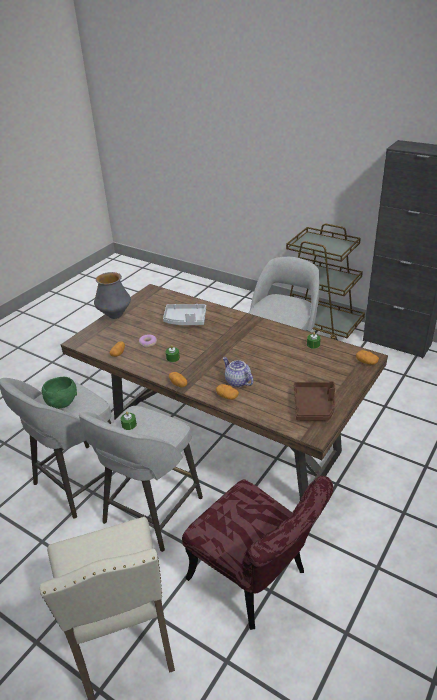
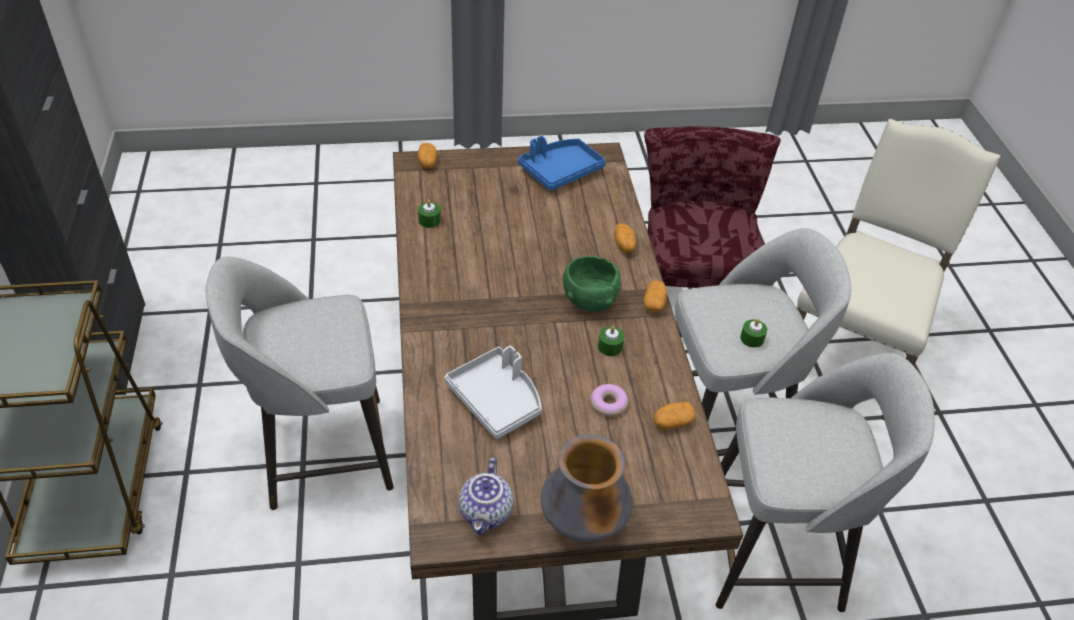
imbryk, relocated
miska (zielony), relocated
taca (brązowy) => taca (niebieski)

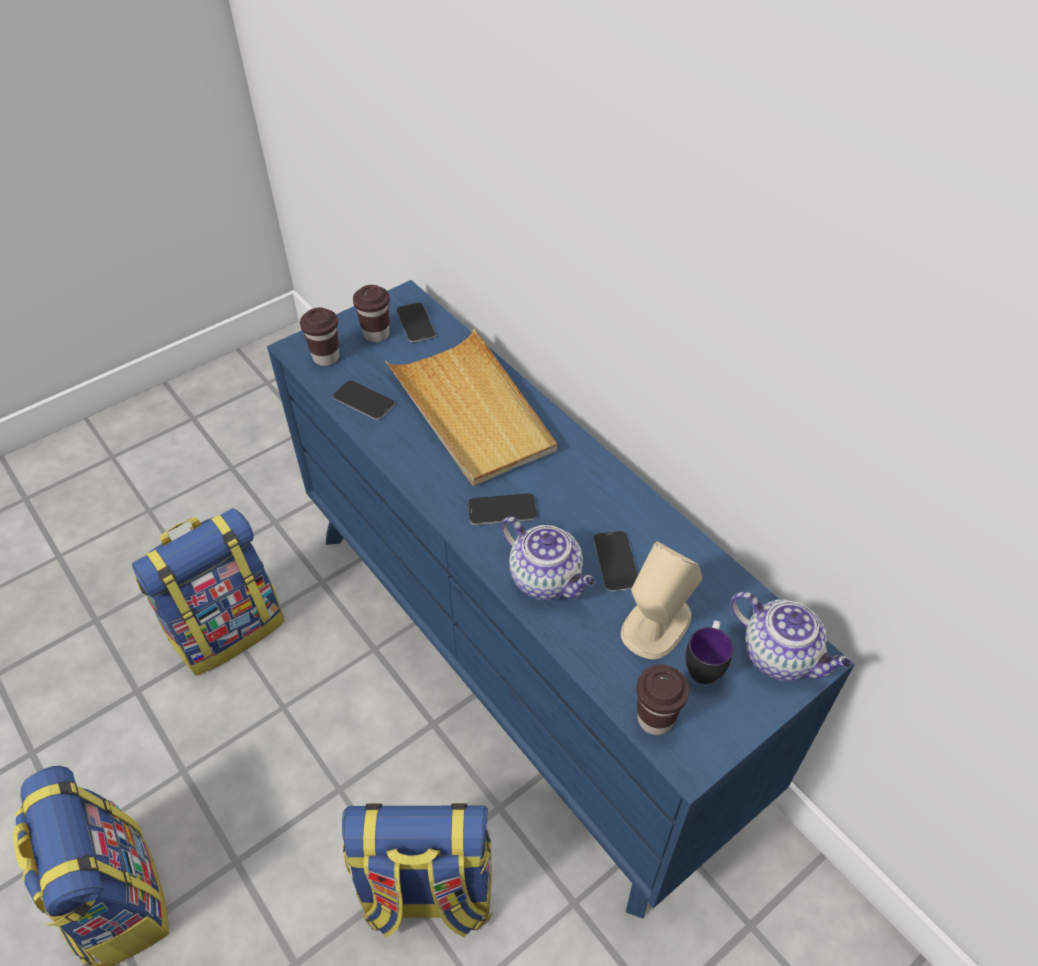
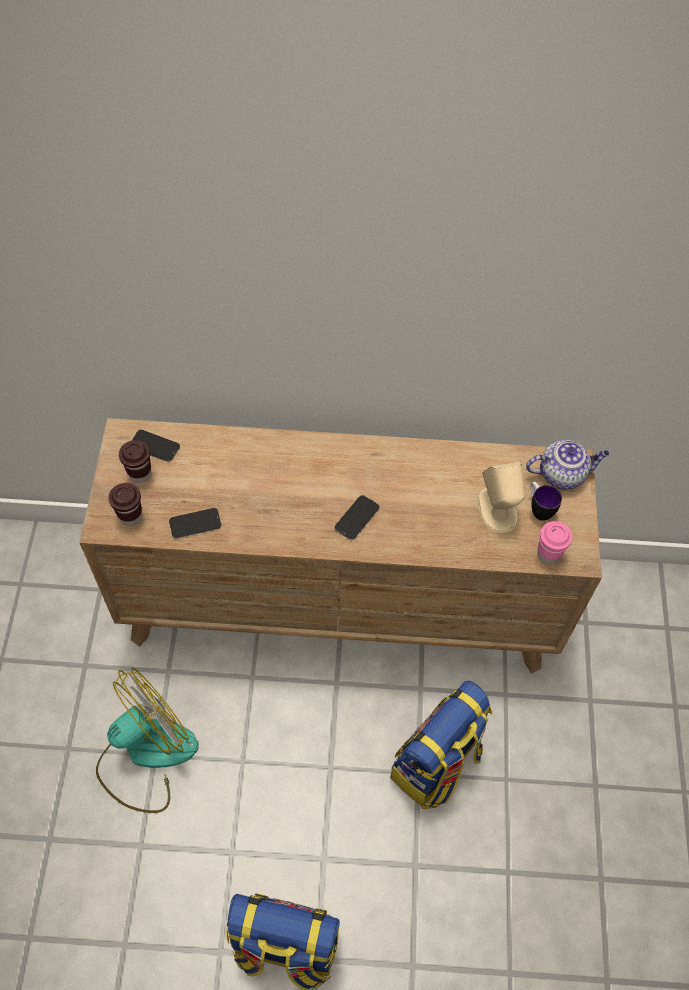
komoda (niebieski) => komoda (brązowy)
taca (beżowy) => nothing
plecak (no. 2 from left) => wentylator
imbryk (no. 1 from left) => nothing
telefon (no. 4 from left) => nothing
filiżanka (brązowy) (no. 3 from left) => filiżanka (różowy)

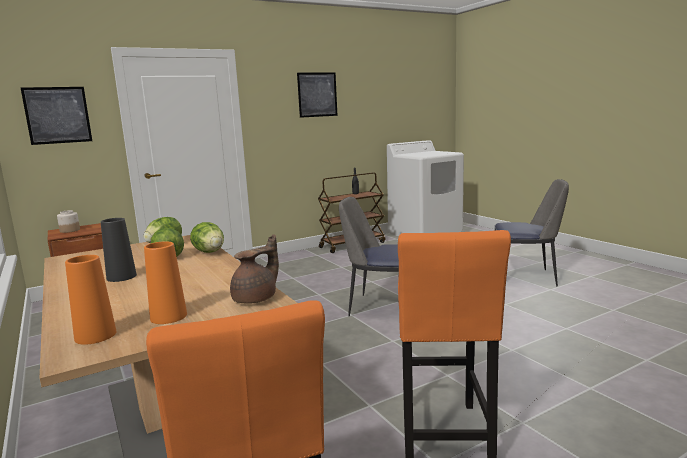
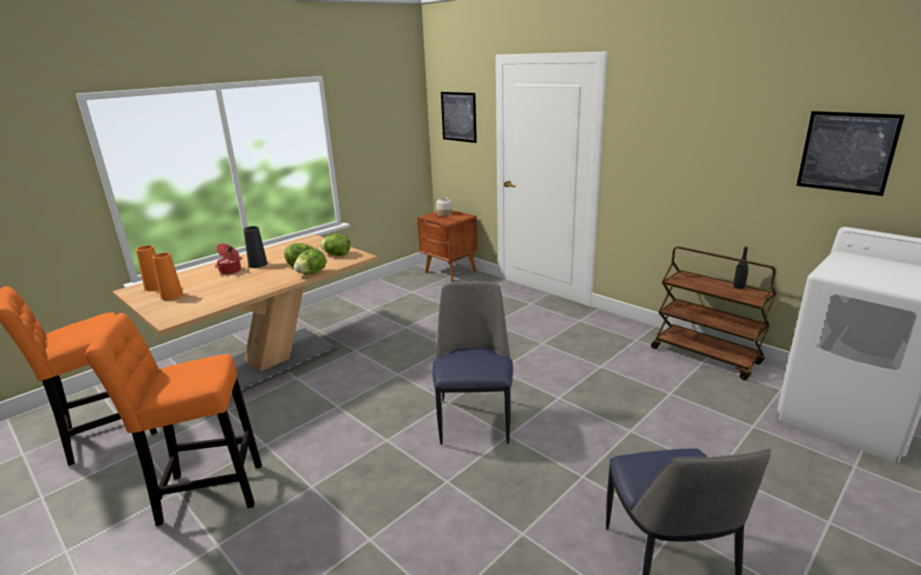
obraz (no. 2 from left), relocated
imbryk (brązowy) => nothing
nothing => garnek

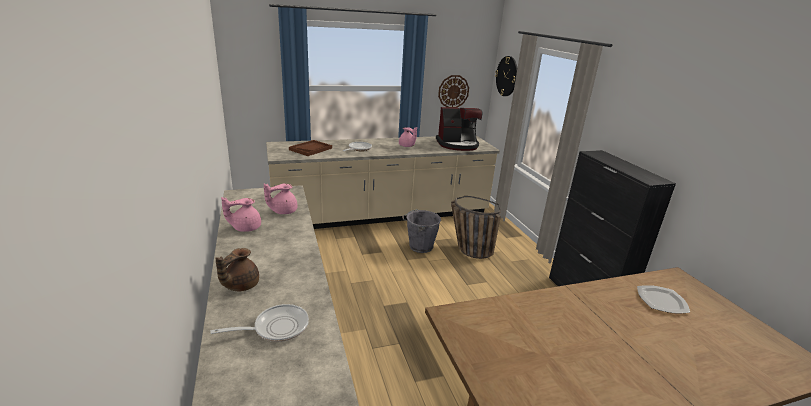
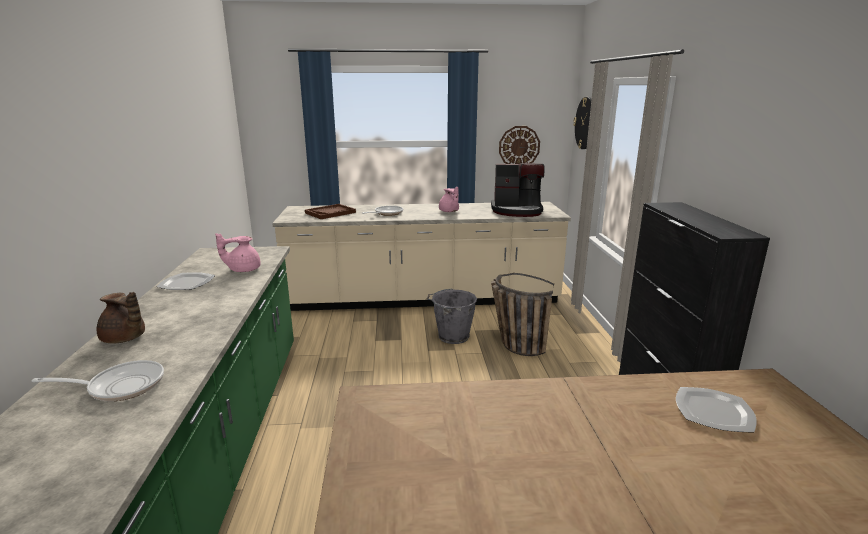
imbryk (różowy) (no. 1 from left) => talerz (no. 1 from left)
imbryk (brązowy), 105 degrees counterclockwise

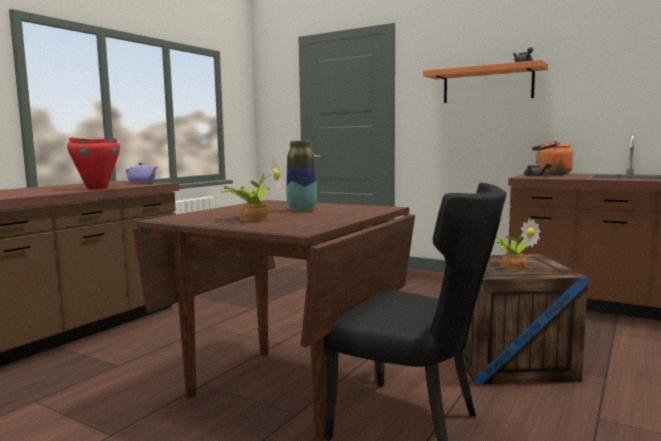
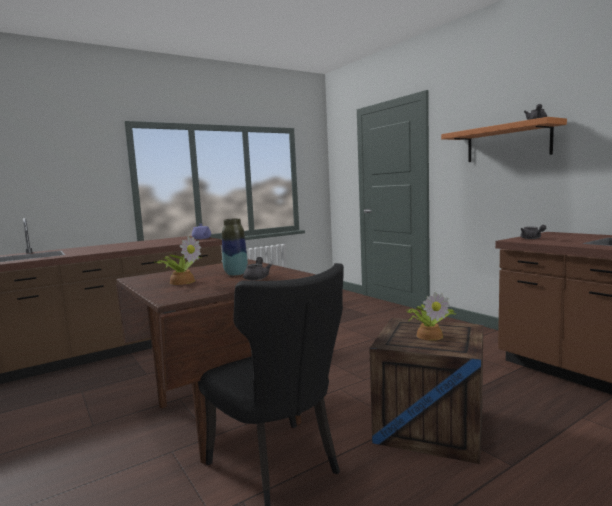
garnek (czerwony) => nothing
czajnik (pomarańczowy) => nothing
nothing => imbryk (szary) (no. 1 from left)

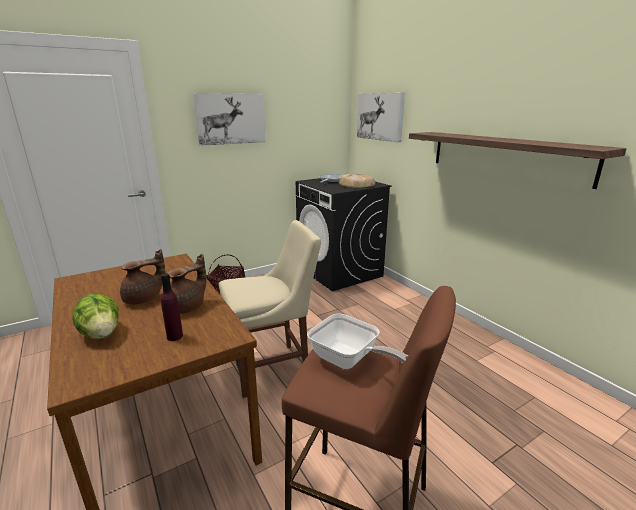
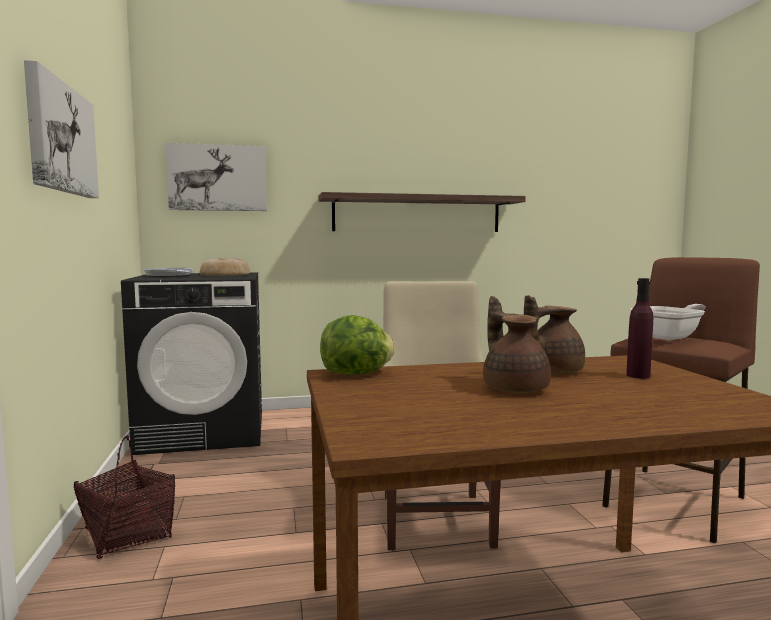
imbryk (brązowy) (no. 2 from left), 90 degrees counterclockwise
sałata, relocated

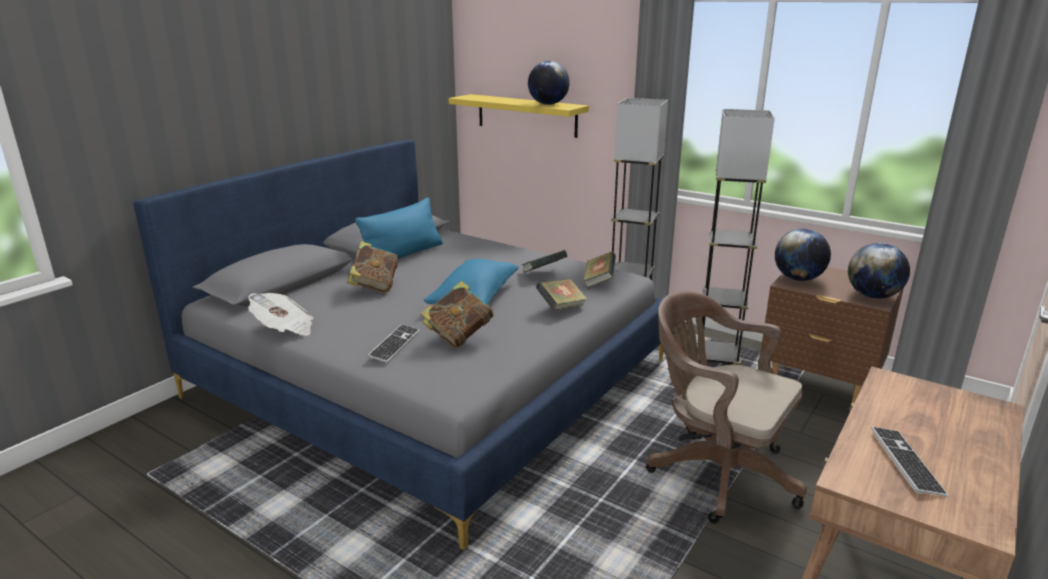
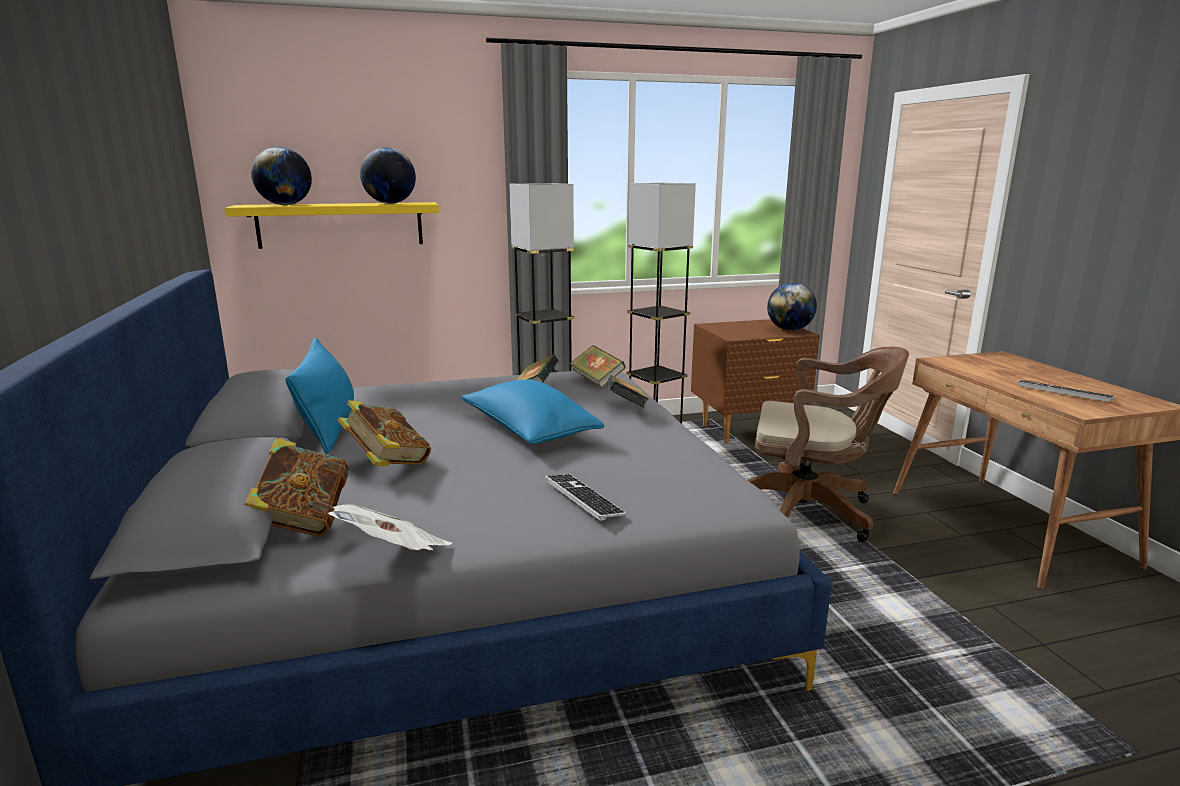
globus (no. 2 from left in the first image) => globus (no. 1 from left), relocated
książka (no. 2 from left in the first image) => książka (no. 1 from left), relocated
krzesło biurowe (brązowy), 150 degrees counterclockwise

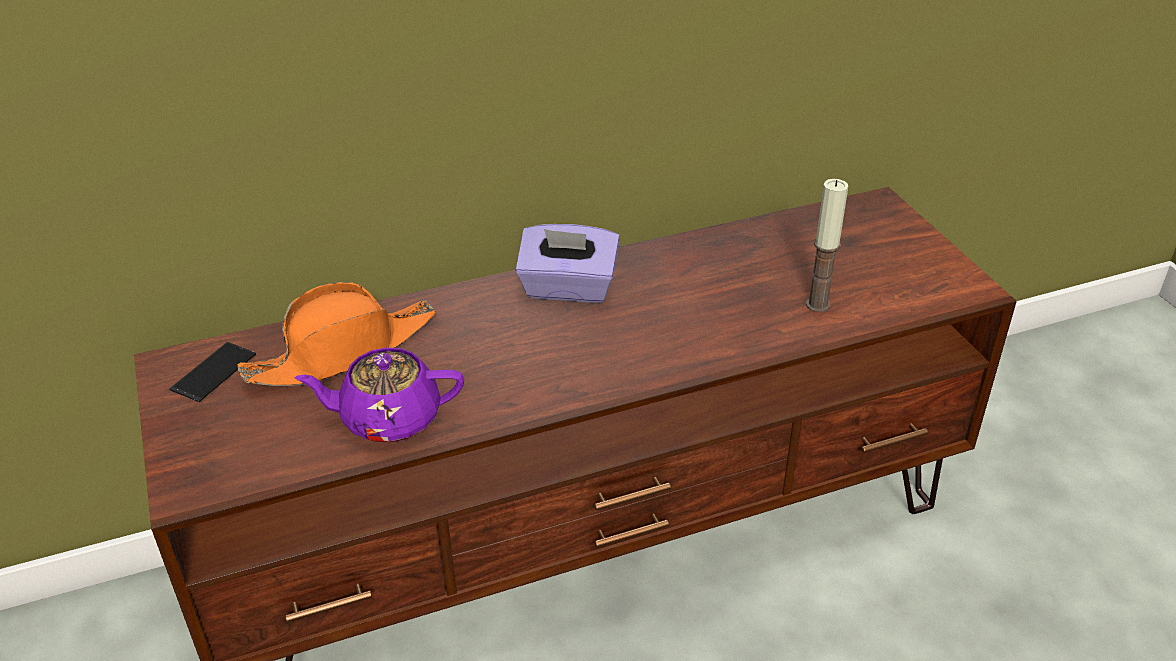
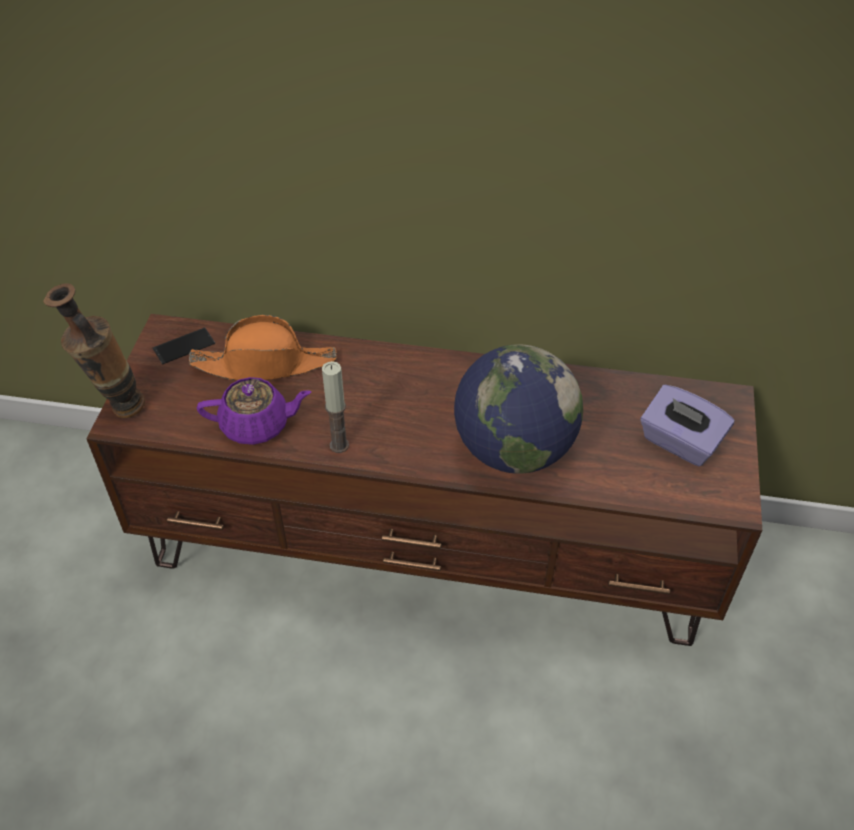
świeca, relocated
pudełko chusteczek (fioletowy), relocated
imbryk (fioletowy), 150 degrees clockwise
nothing => wazon
nothing => globus

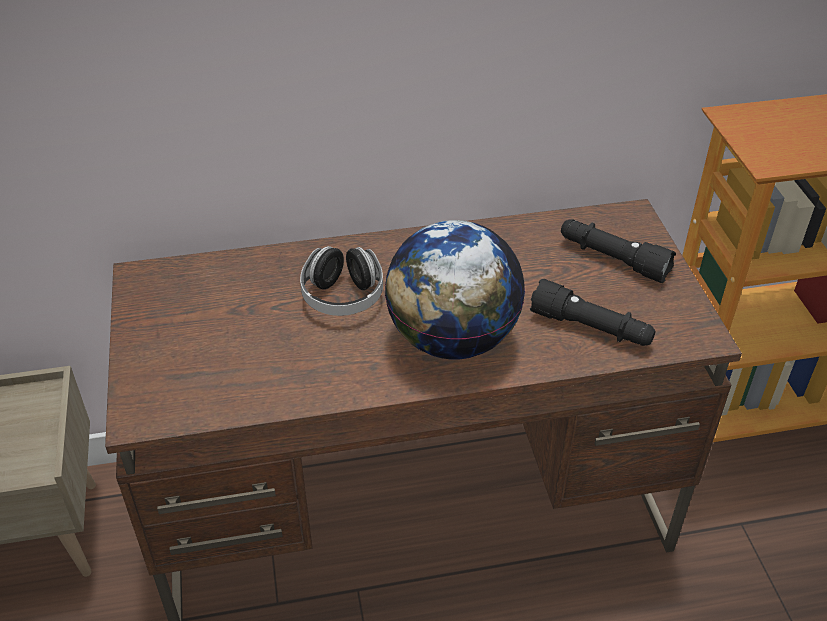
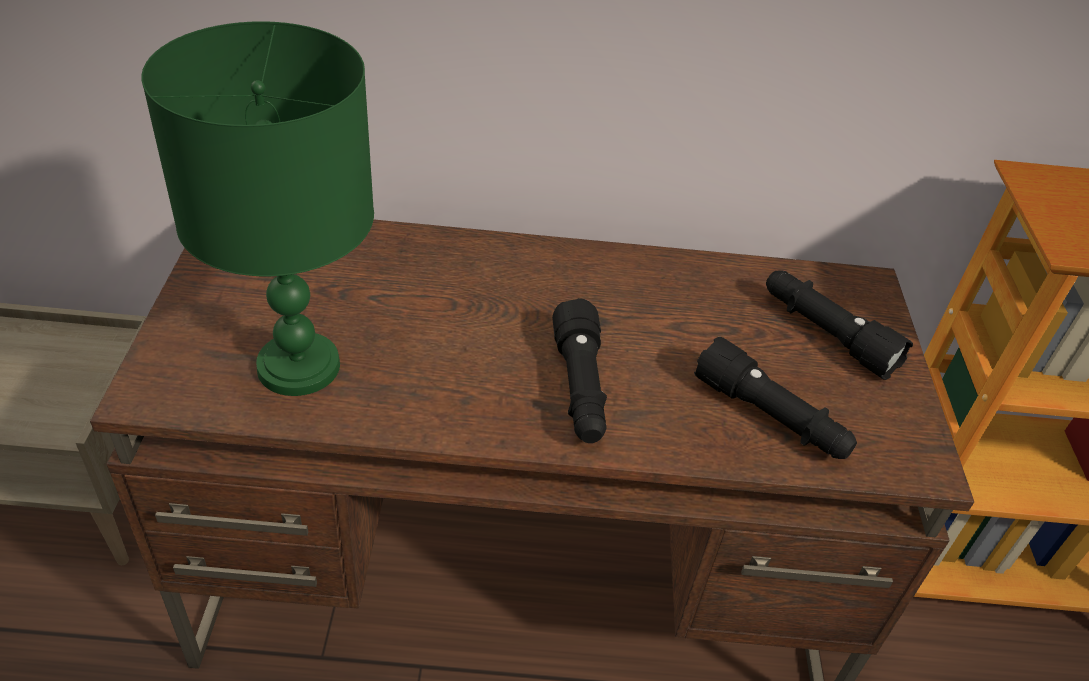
globus => latarka (czarny) (no. 1 from left)
słuchawki => nothing
nothing => lampa stołowa (zielony)

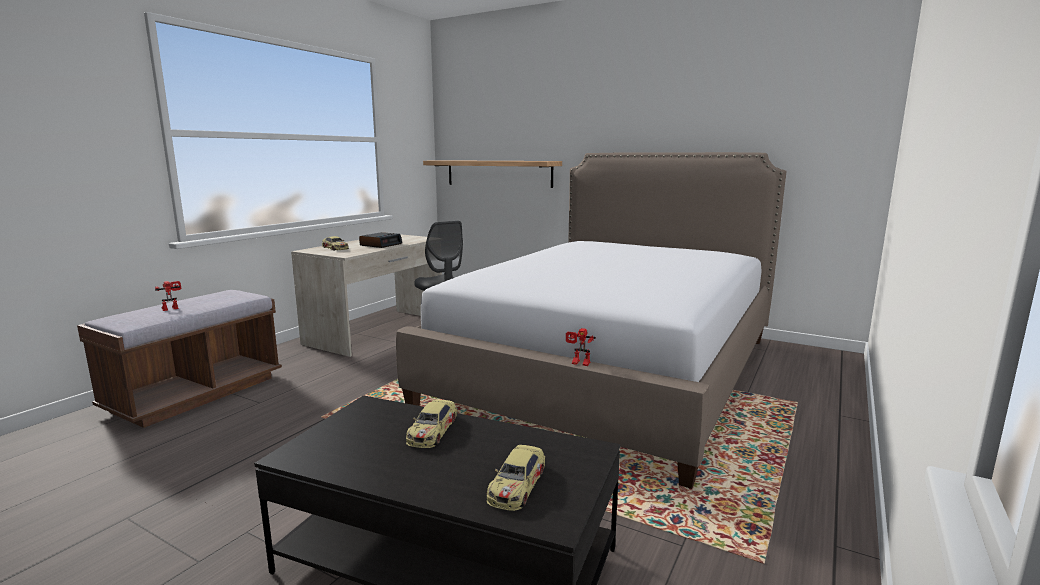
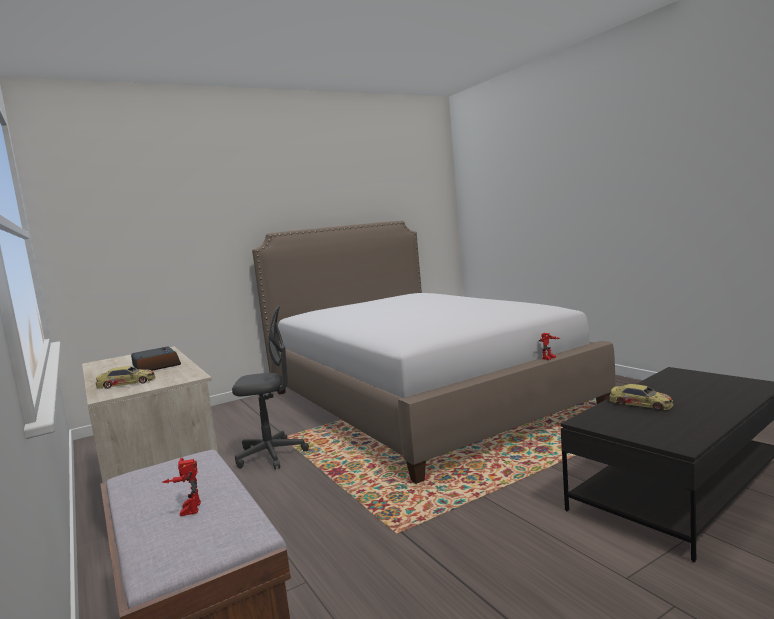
półka => nothing
samochodzik (no. 3 from left) => nothing

